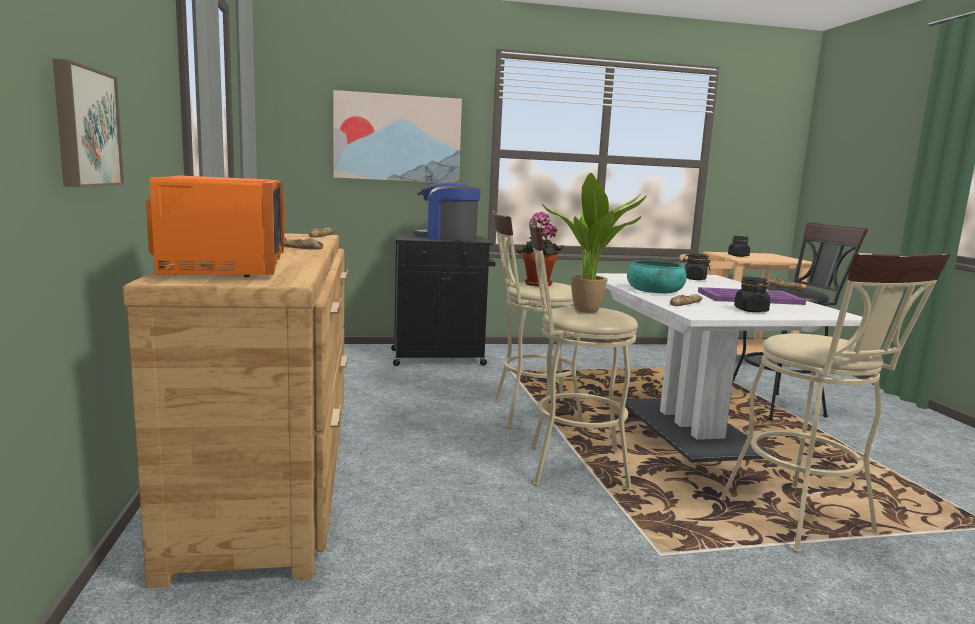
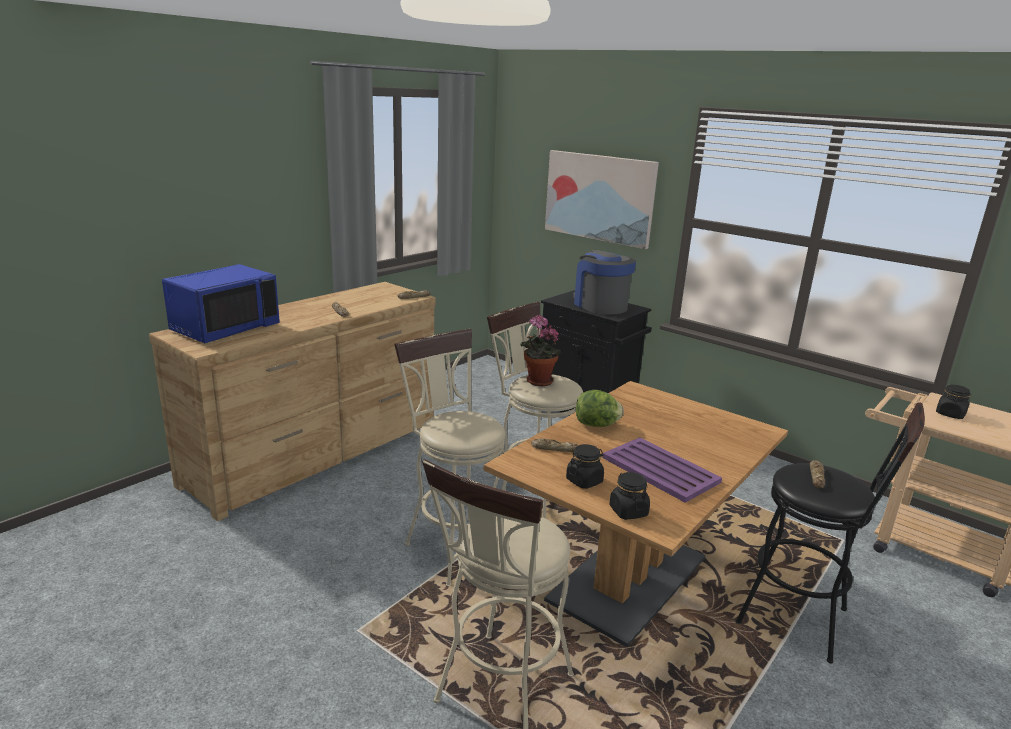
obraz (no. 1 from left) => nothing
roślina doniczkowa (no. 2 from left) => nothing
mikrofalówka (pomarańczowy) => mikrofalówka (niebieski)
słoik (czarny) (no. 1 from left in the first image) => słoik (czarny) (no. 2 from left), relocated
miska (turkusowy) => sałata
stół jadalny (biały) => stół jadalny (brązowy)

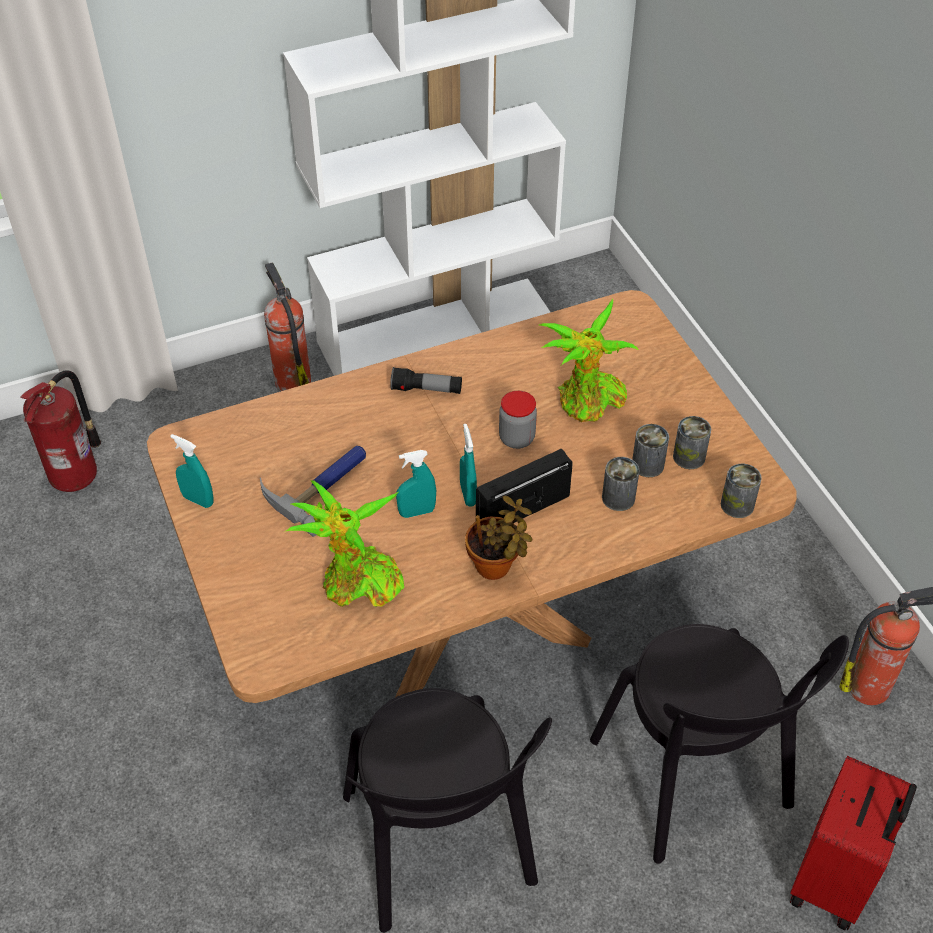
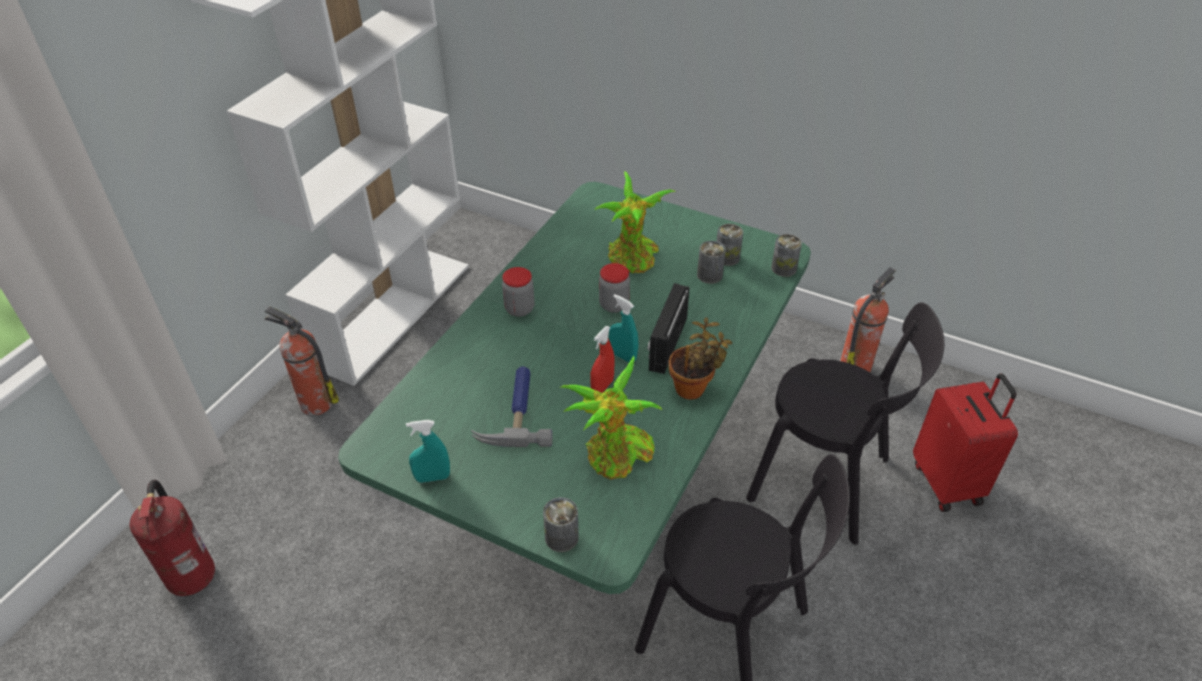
stół jadalny (brązowy) => stół jadalny (zielony)
latarka => słoik (no. 1 from left)
spryskiwacz (turkusowy) (no. 2 from left) => spryskiwacz (czerwony)
puszka (no. 1 from left), relocated

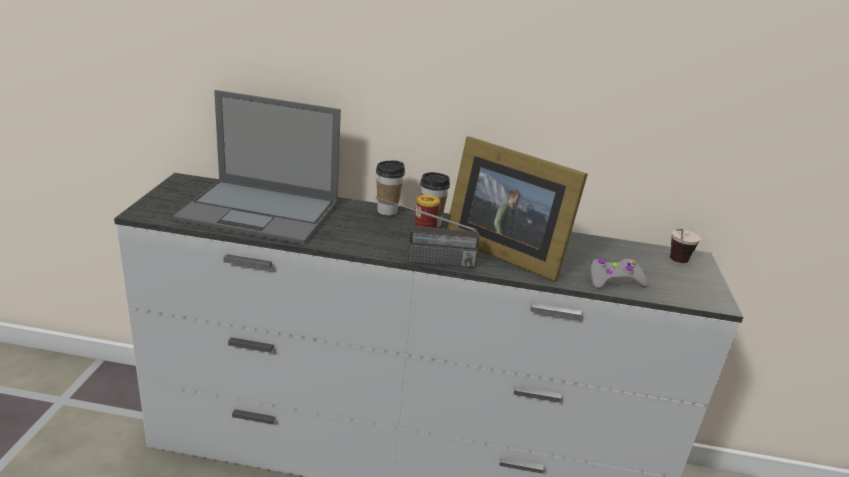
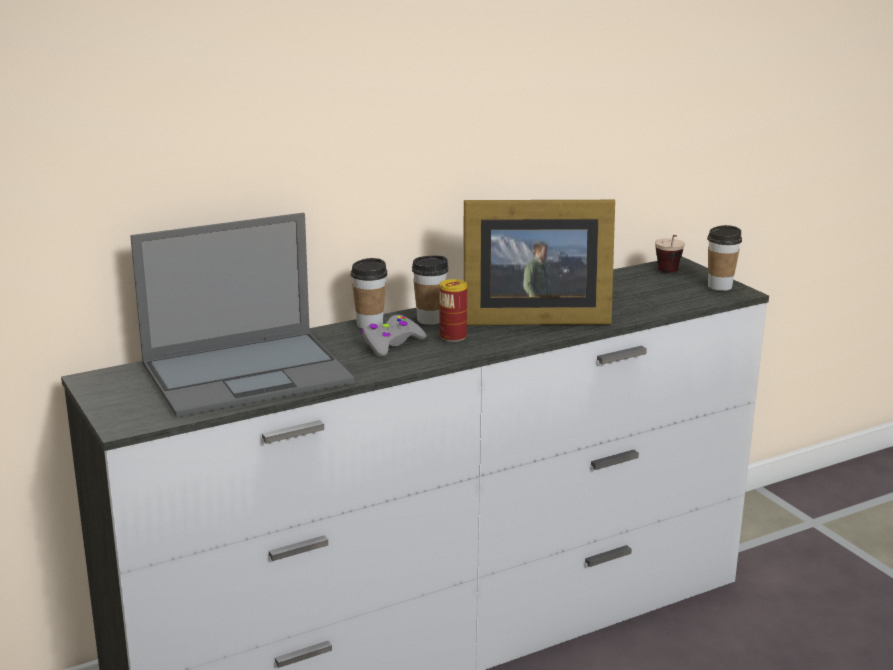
radio => nothing
pad do gier (szary), relocated
nothing => filiżanka (no. 4 from left)

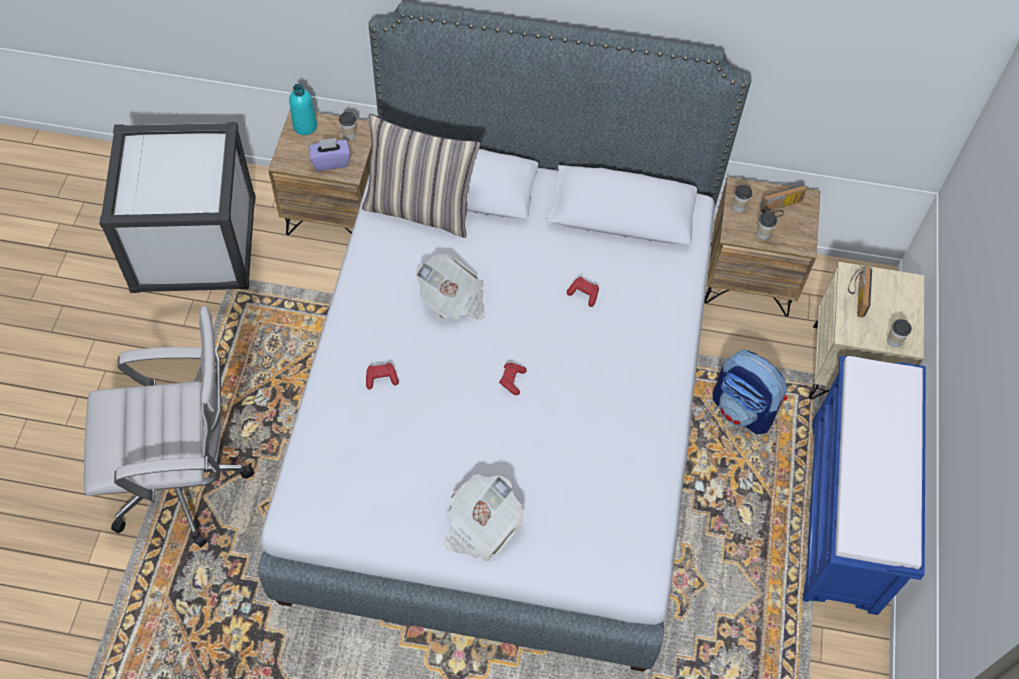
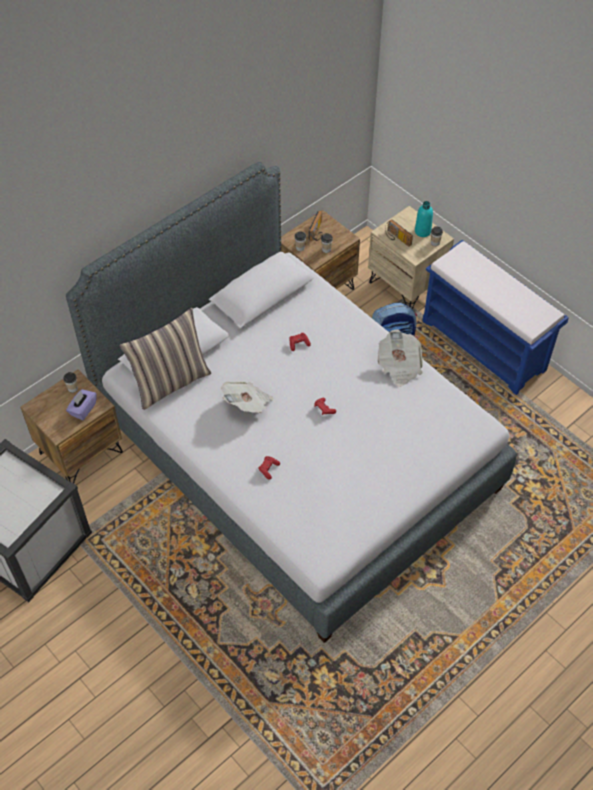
butelka (turkusowy), relocated
krzesło biurowe (biały) => nothing
gazeta (no. 2 from left), relocated

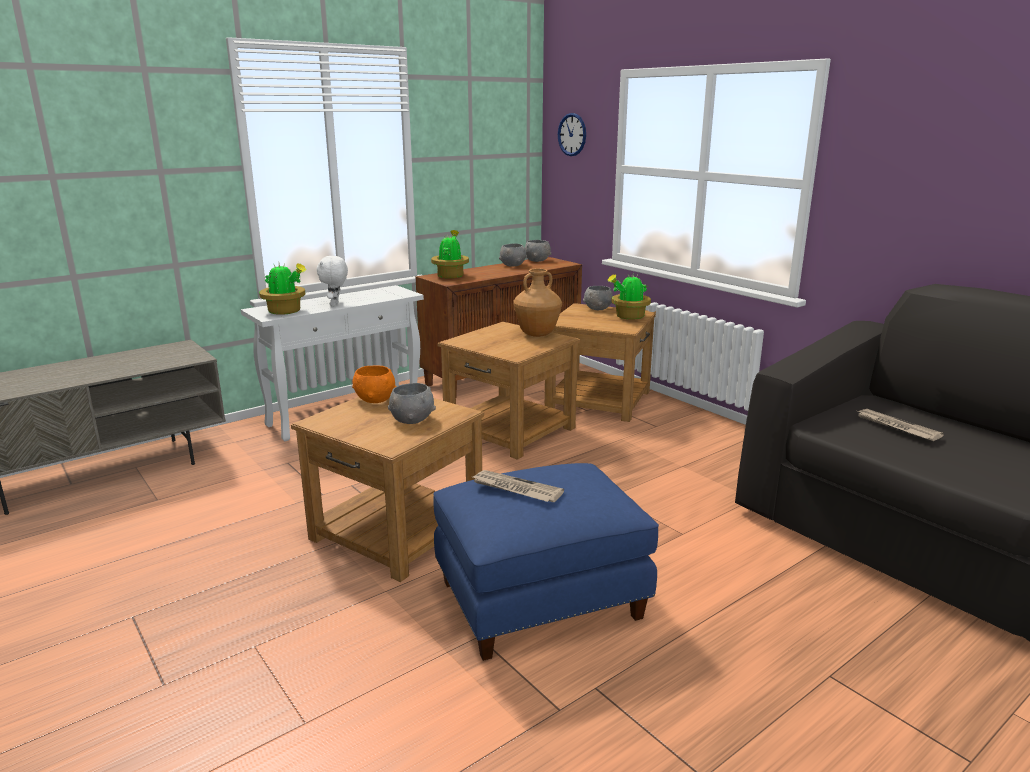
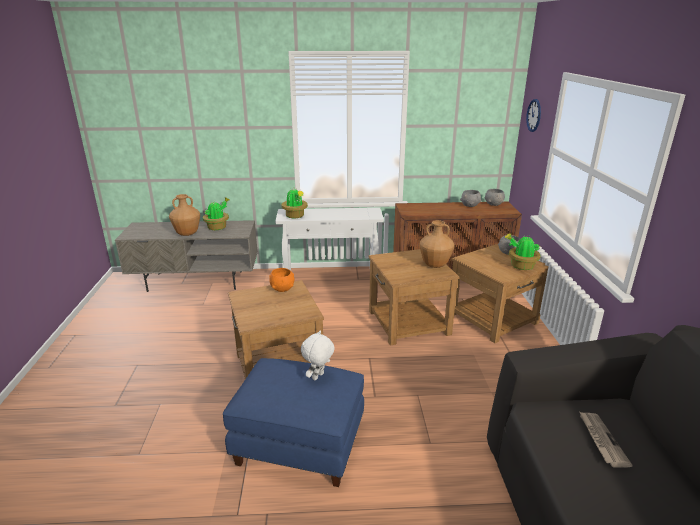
roślina doniczkowa (no. 2 from left in the first image) => roślina doniczkowa (no. 1 from left), relocated
pluszak (biały), relocated
miska (szary) (no. 1 from left) => nothing
gazeta (no. 1 from left) => nothing
nothing => wazon (brązowy) (no. 1 from left)

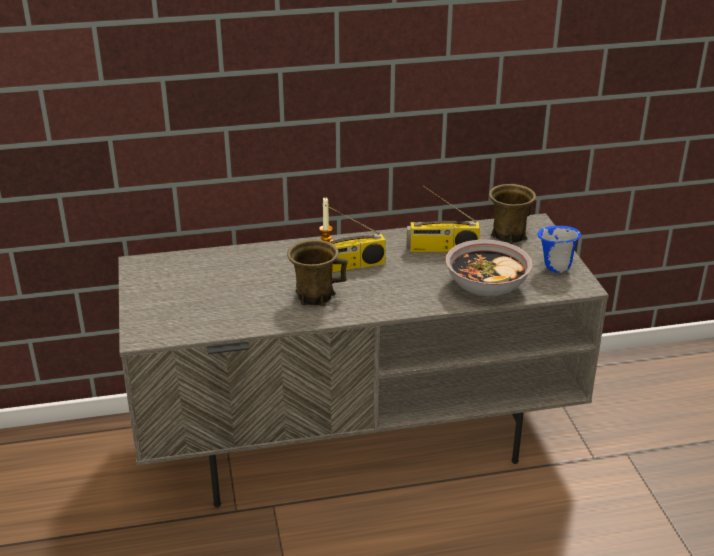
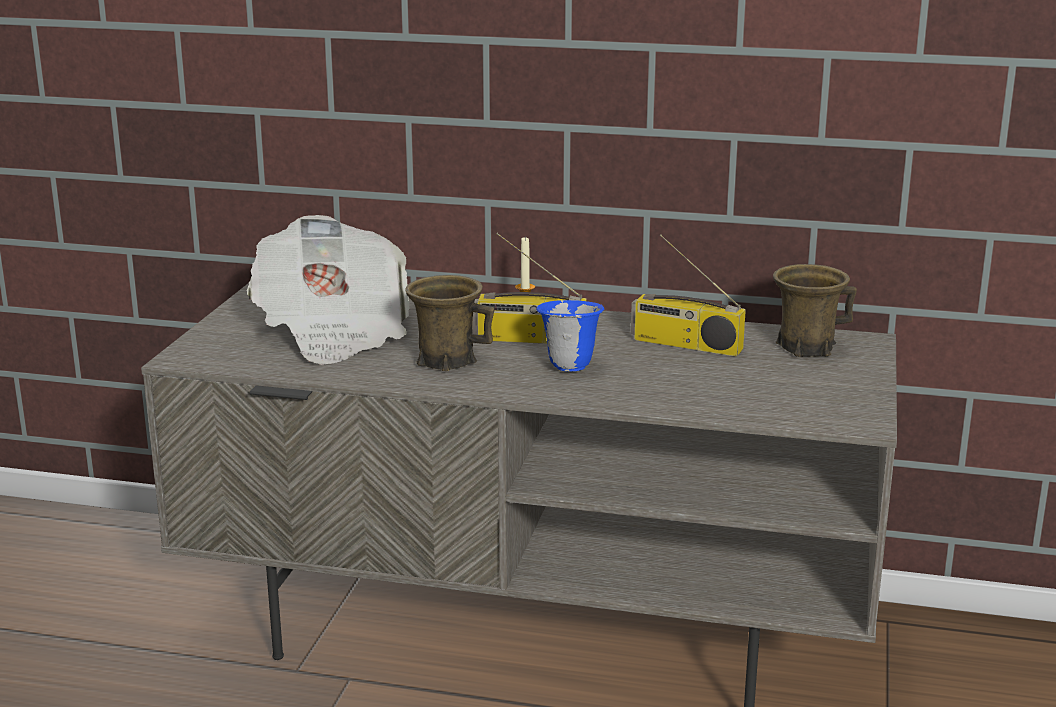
kubek (niebieski), relocated
miska => nothing
nothing => gazeta

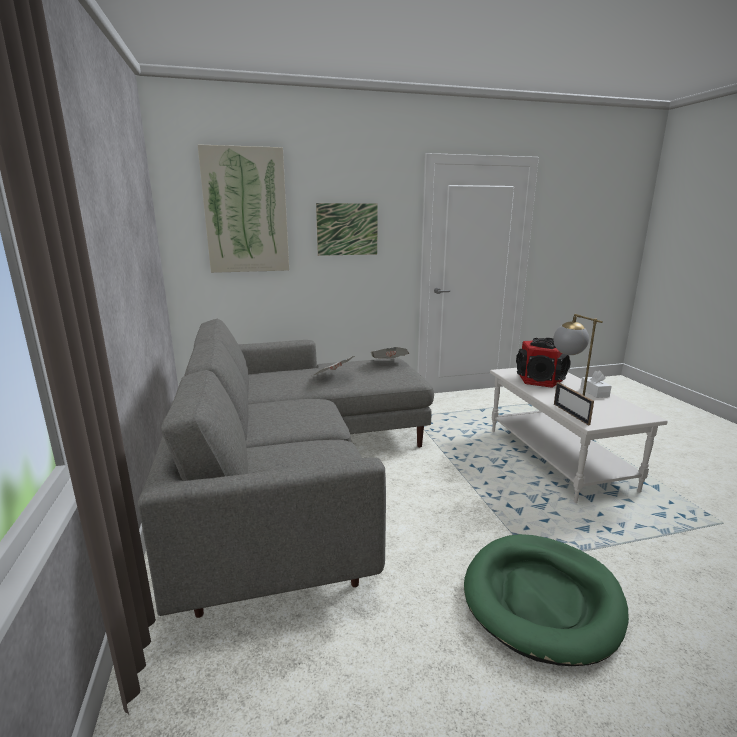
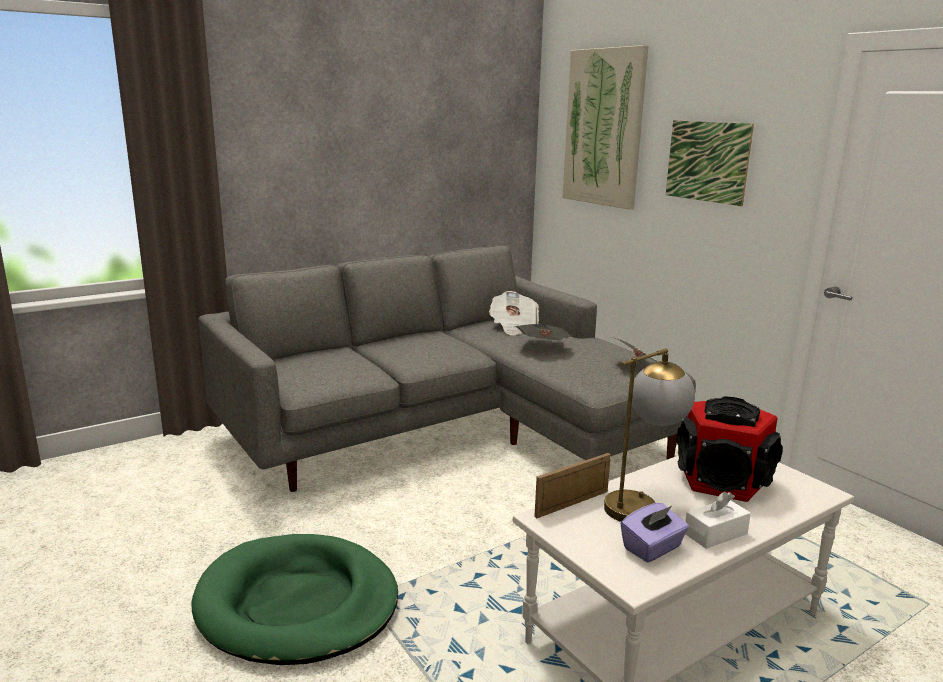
nothing => gazeta (no. 1 from left)
nothing => pudełko chusteczek (fioletowy)

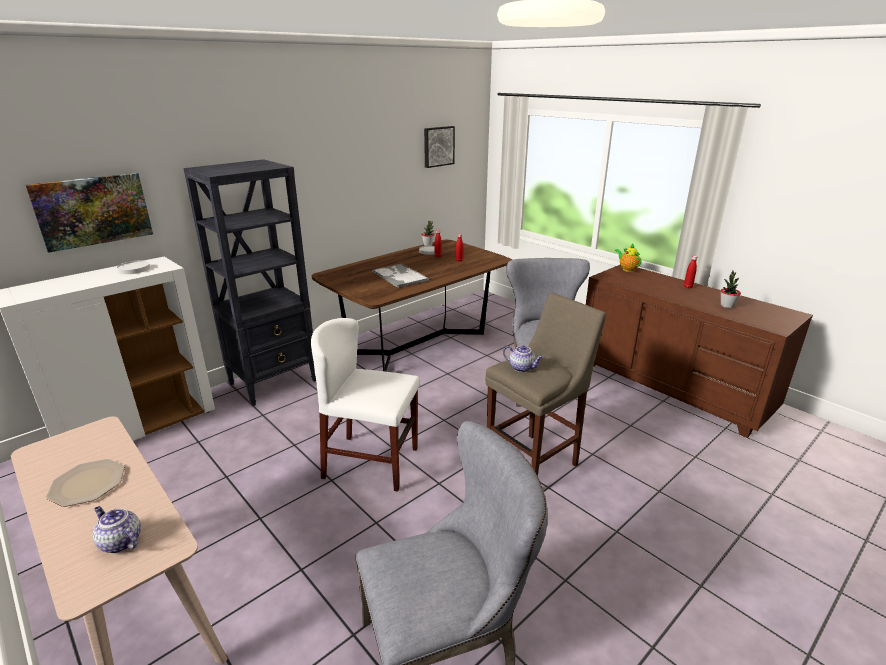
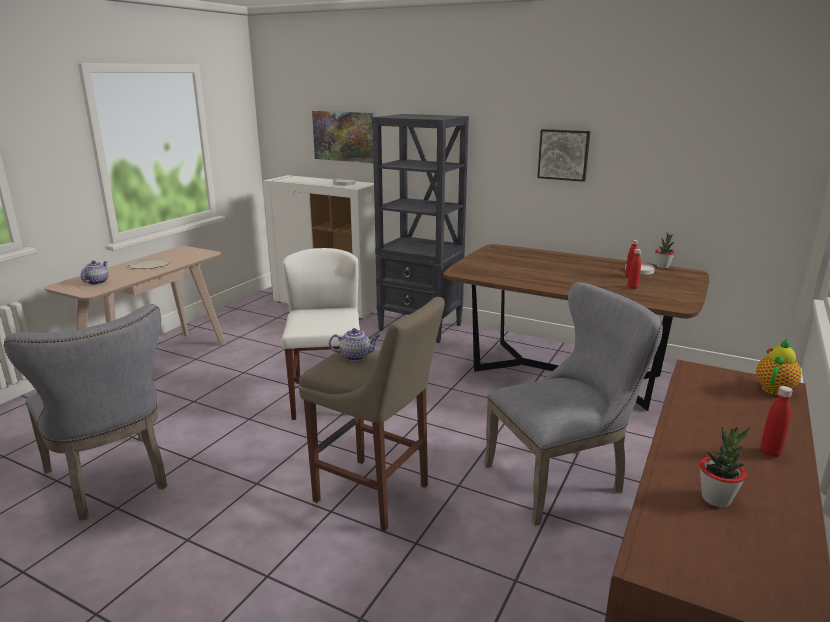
obraz (no. 2 from left), relocated
taca => nothing
imbryk (no. 2 from left), 105 degrees counterclockwise

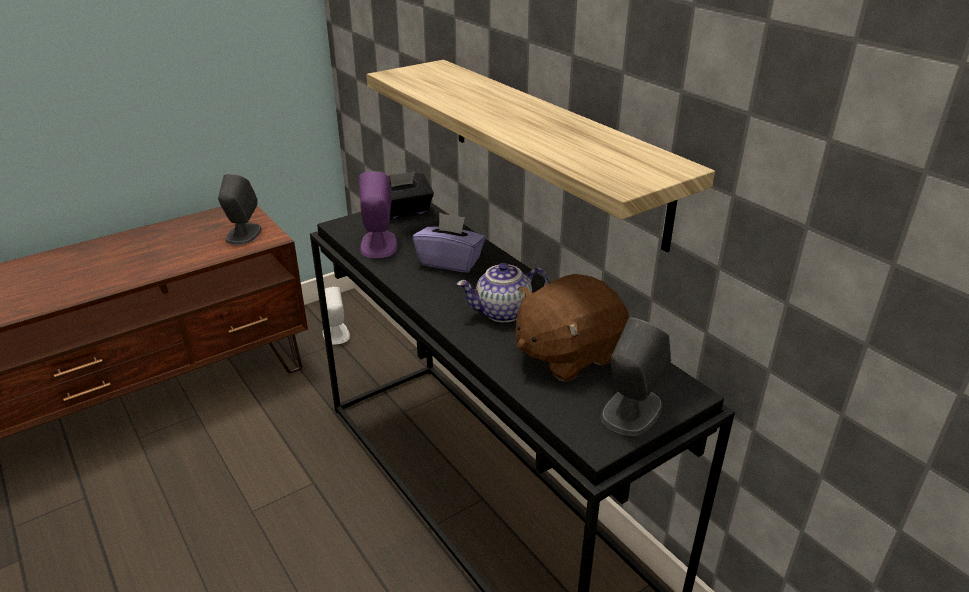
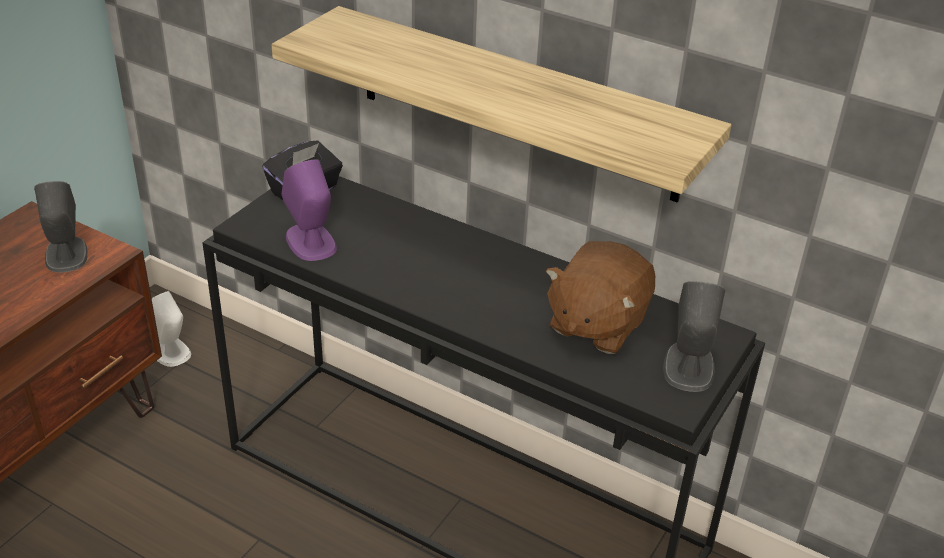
pudełko chusteczek (fioletowy) => nothing
imbryk => nothing

